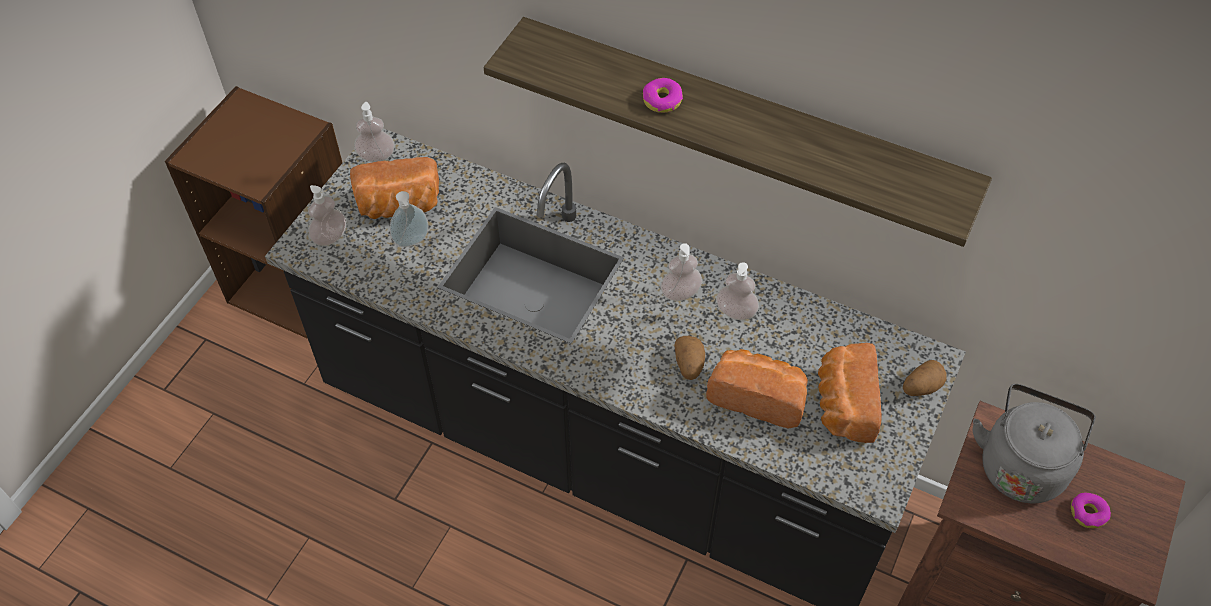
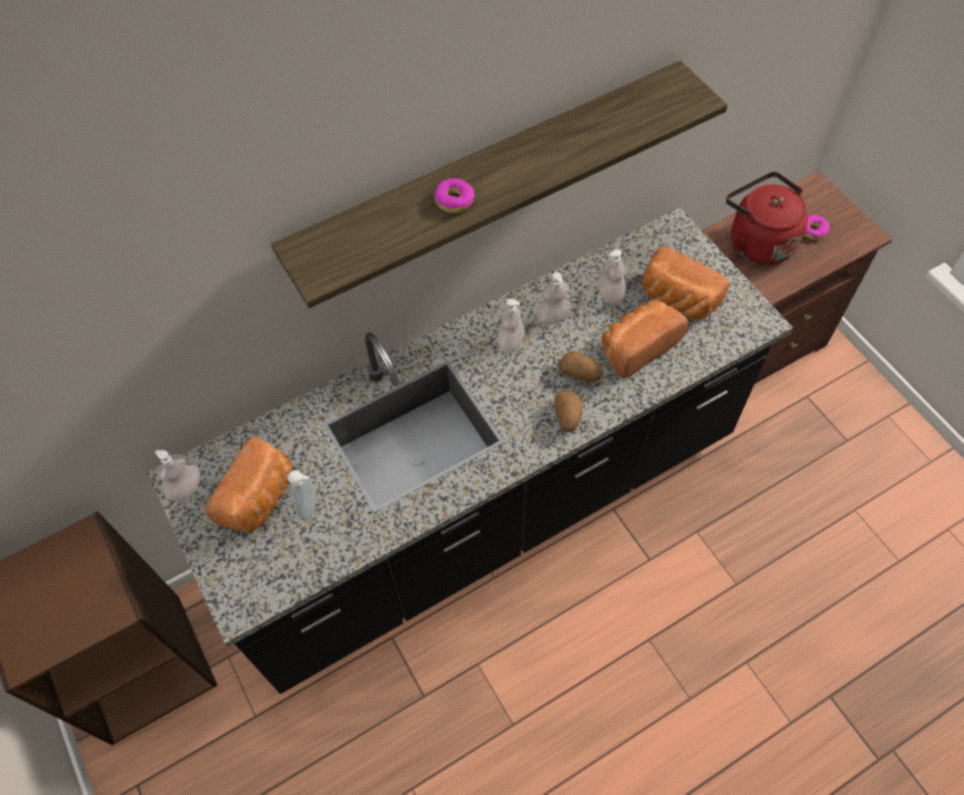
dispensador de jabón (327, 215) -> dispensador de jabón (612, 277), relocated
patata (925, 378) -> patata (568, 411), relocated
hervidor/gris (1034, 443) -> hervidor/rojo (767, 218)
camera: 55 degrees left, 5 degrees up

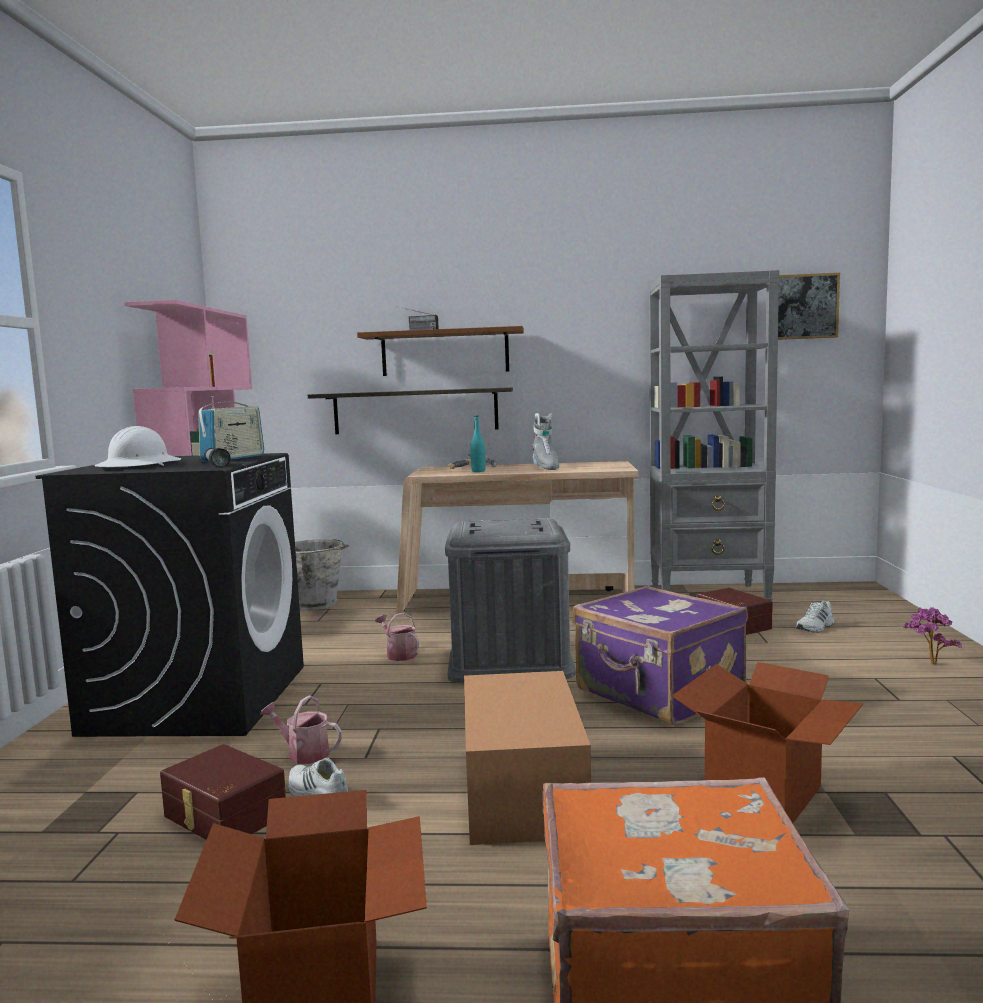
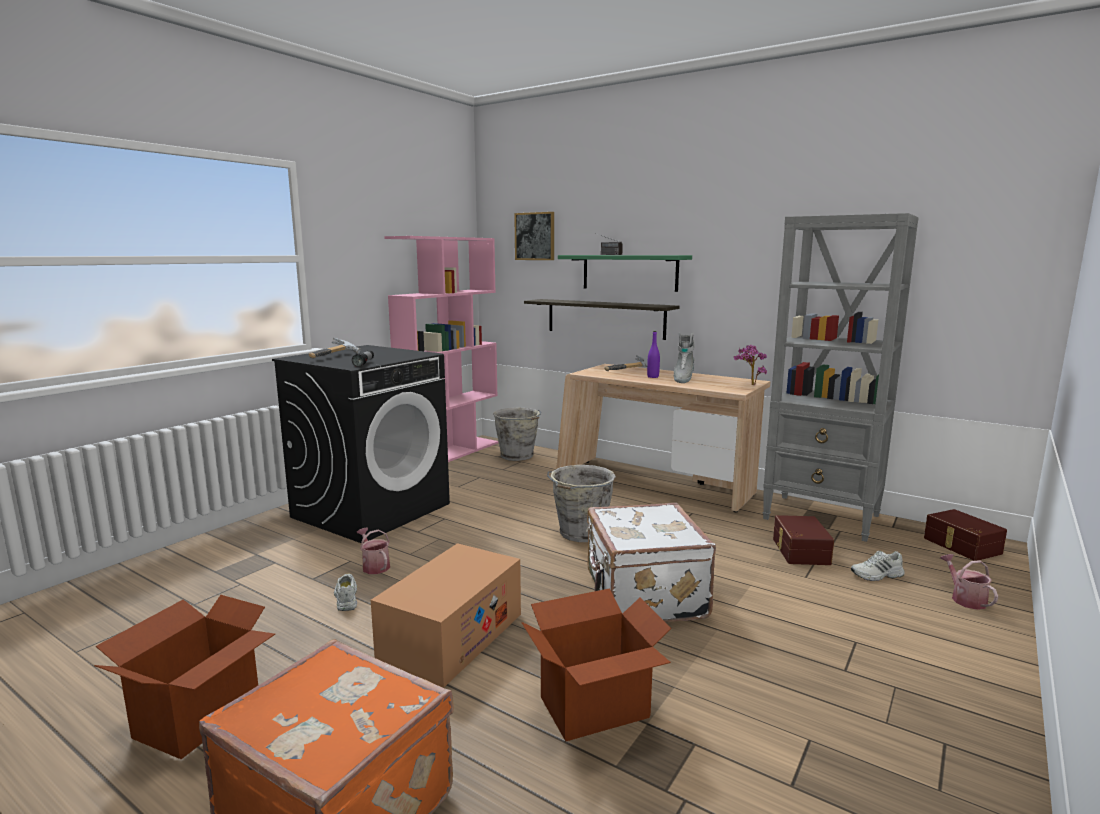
cuadro (809, 306) -> cuadro (534, 236), relocated
estante/marrón (440, 351) -> estante/verde (625, 273)
radio (231, 429) -> none
botella/turquesa (478, 444) -> none
casco/blanco (137, 446) -> martillo (335, 348)
caja de almacenaje/gris (510, 600) -> cubo/gris (581, 503)
maleta/morado (660, 655) -> maleta/blanco (651, 563)
planta en maceta (933, 635) -> planta en maceta (750, 365), relocated
regadera (397, 636) -> regadera (969, 582), relocated
caja de almacenaje/marrón (223, 792) -> caja de almacenaje/marrón (965, 535), relocated
none -> botella/morado (653, 354)
camera: 30 degrees right, 5 degrees up

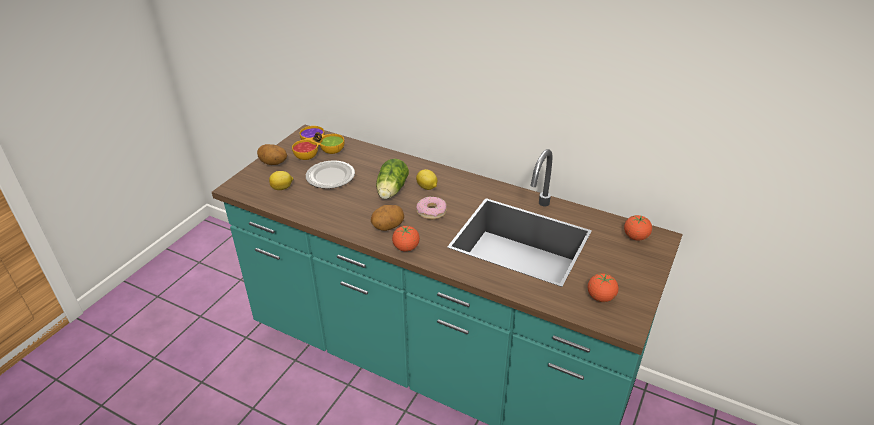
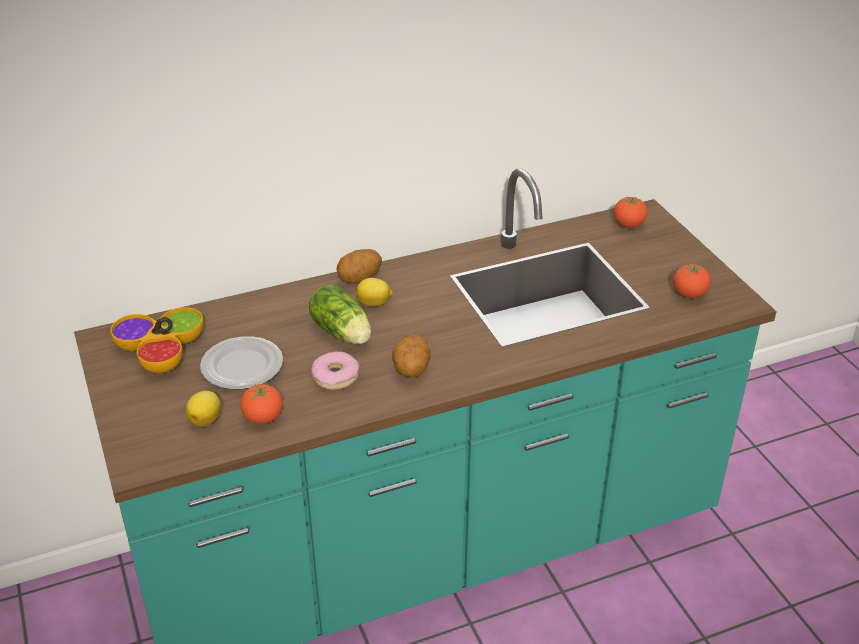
patata (272, 154) -> patata (359, 266), relocated
rosquilla (431, 208) -> rosquilla (335, 370), relocated
tomate (406, 239) -> tomate (261, 404), relocated
camera: 50 degrees left, 0 degrees up

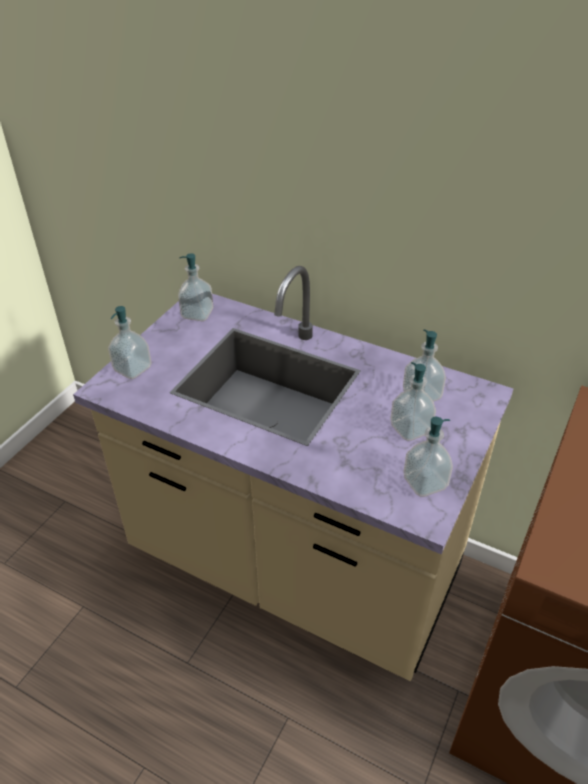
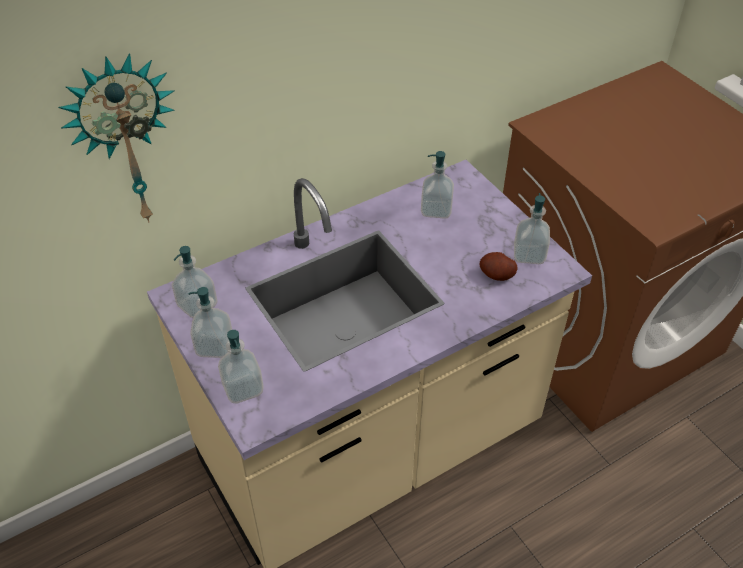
dispensador de jabón (413, 401) -> dispensador de jabón (210, 322), relocated
none -> reloj de pared (116, 138)
none -> patata (499, 266)
camera: 60 degrees left, 5 degrees up

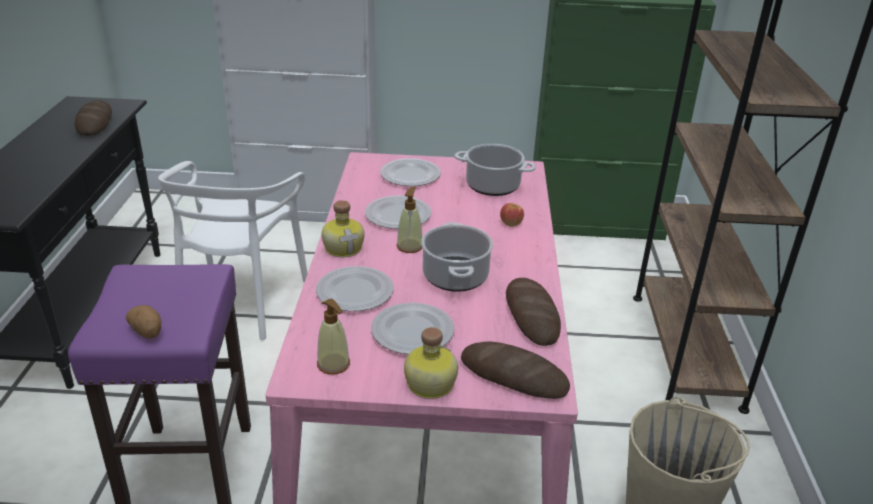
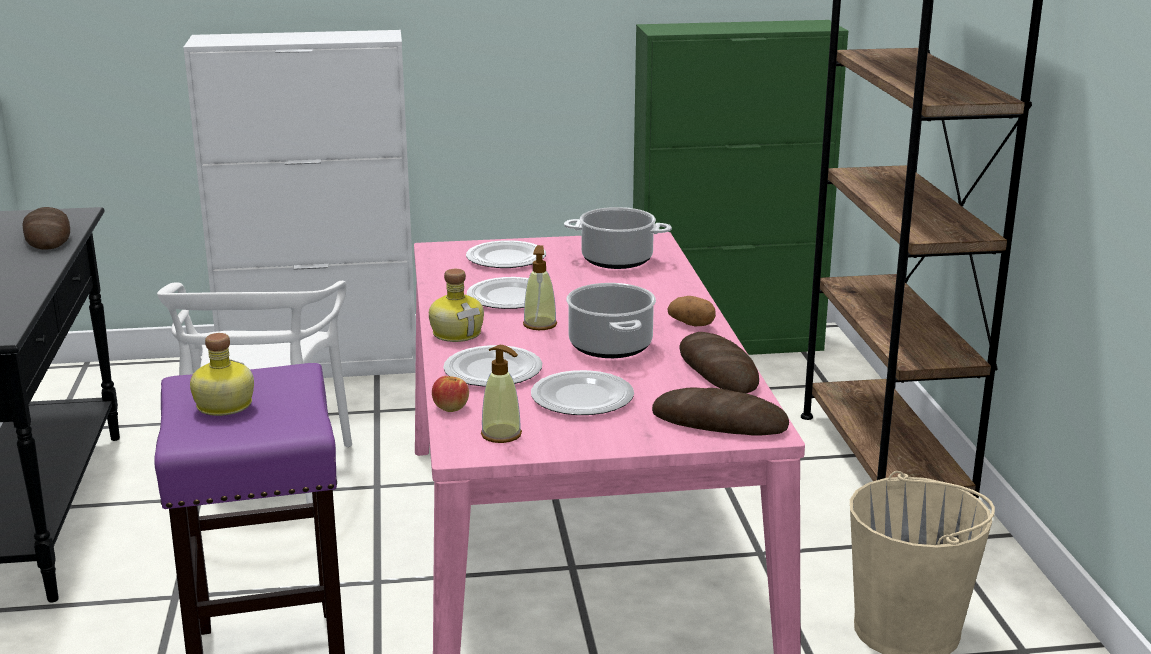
manzana (512, 215) -> manzana (450, 394), relocated
patata (143, 322) -> patata (692, 311), relocated
botella (431, 363) -> botella (222, 374), relocated
camera: 10 degrees left, 10 degrees down

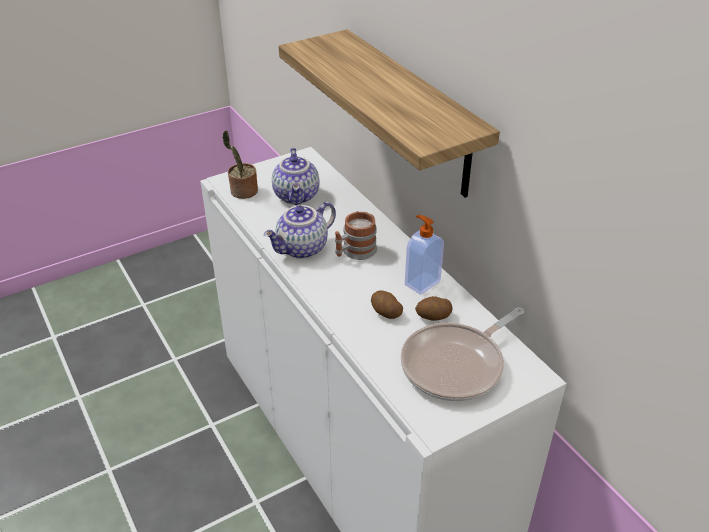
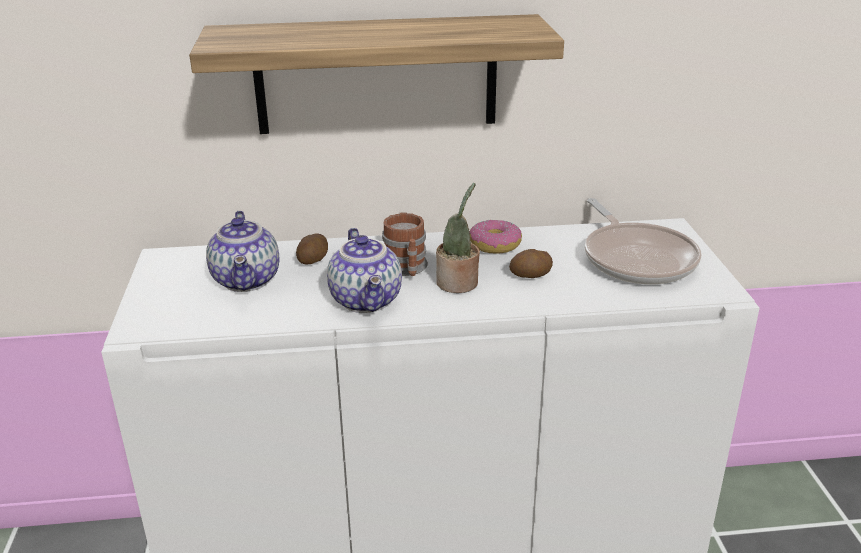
planta en maceta (240, 164) -> planta en maceta (458, 238), relocated
tetera (295, 176) -> tetera (242, 251), 60 degrees clockwise
dispensador de jabón (424, 255) -> rosquilla (496, 236)
patata (433, 308) -> patata (312, 249), relocated
camera: 65 degrees left, 10 degrees down

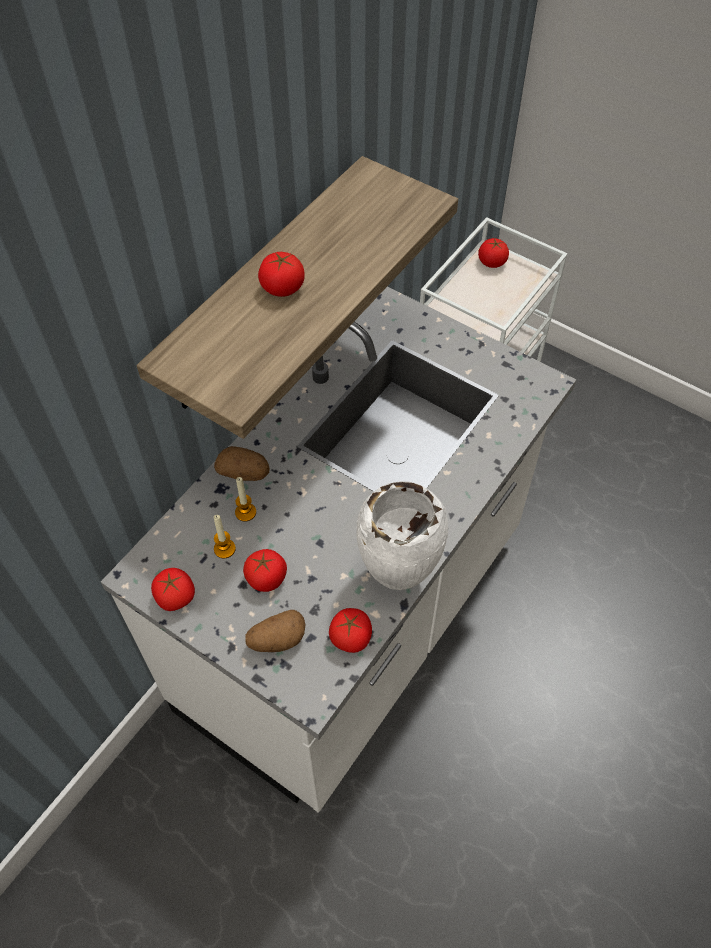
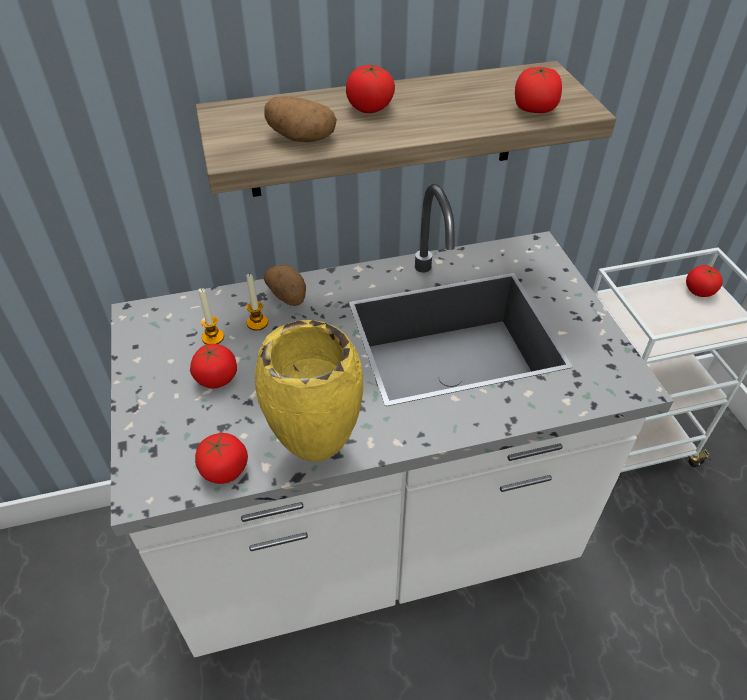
florero/blanco (402, 535) -> florero/amarillo (309, 391)
tomate (173, 589) -> tomate (538, 90), relocated
patata (275, 631) -> patata (300, 119), relocated
camera: 40 degrees right, 10 degrees down

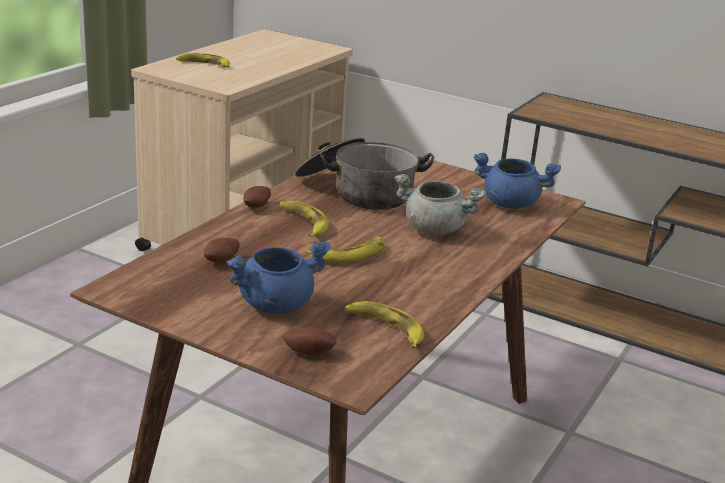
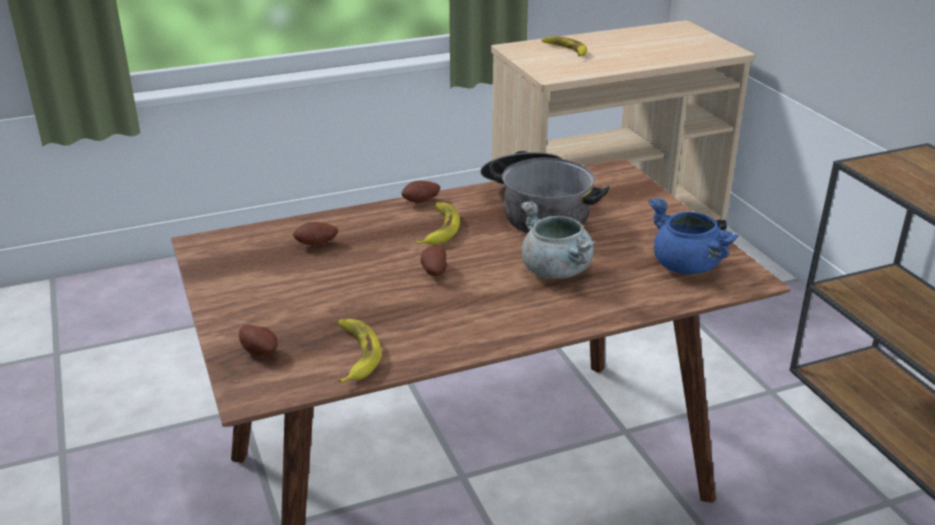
plátano (345, 249) -> patata (433, 261)
olla/azul (279, 277) -> none
camera: 40 degrees right, 5 degrees up

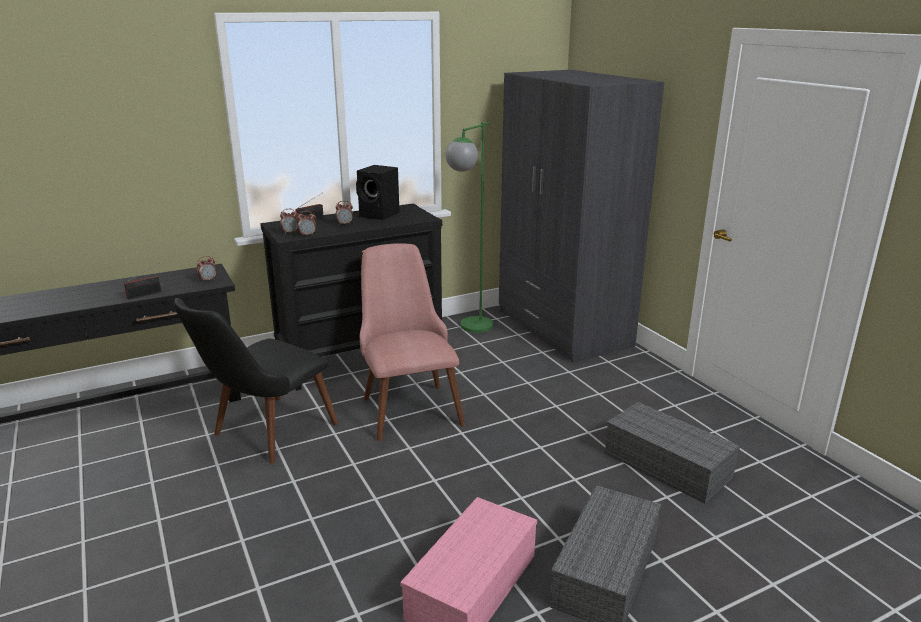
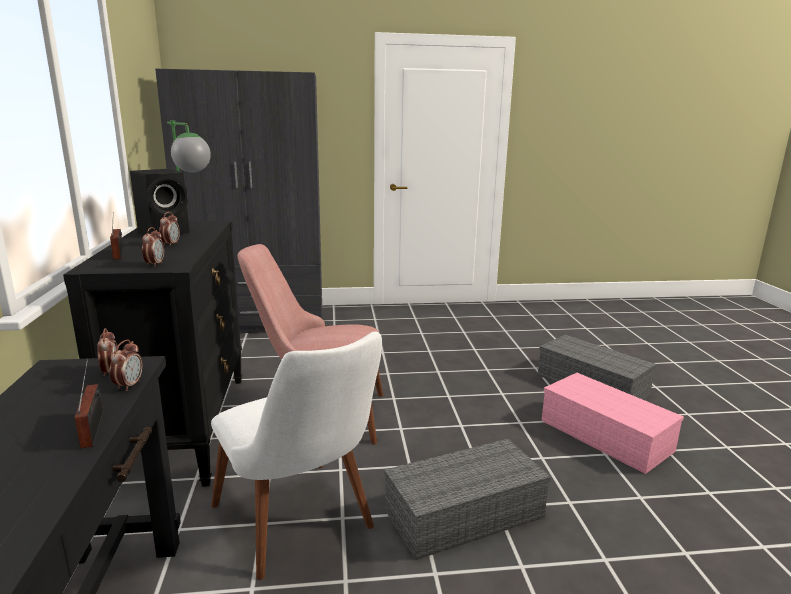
despertador (306, 223) -> despertador (125, 365), relocated
silla/negro (256, 381) -> silla/blanco (296, 456)
caja de almacenaje/gris (672, 453) -> caja de almacenaje/gris (467, 499), relocated
camera: 70 degrees left, 5 degrees down

